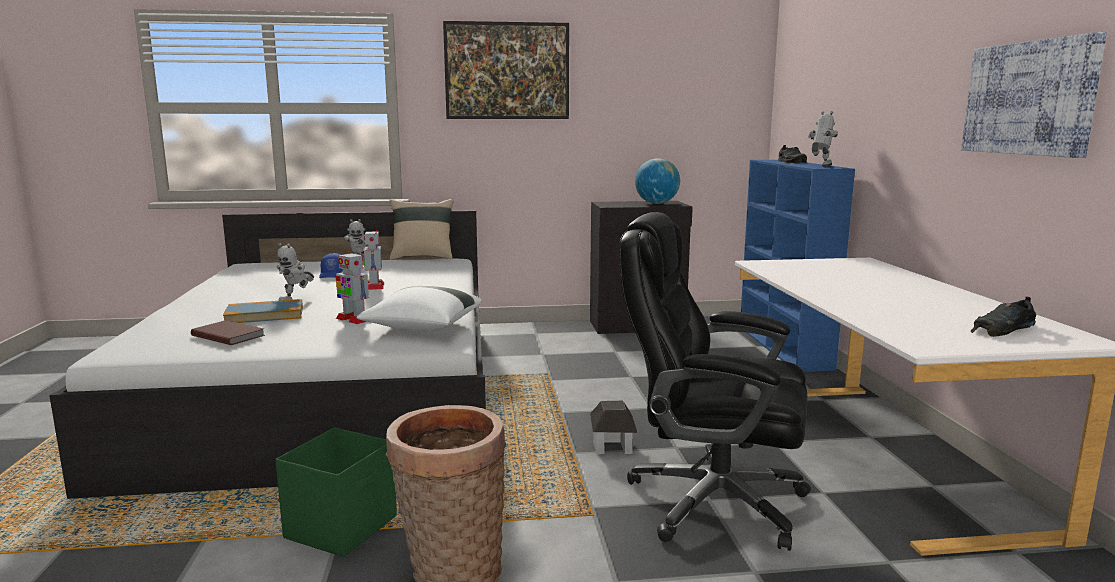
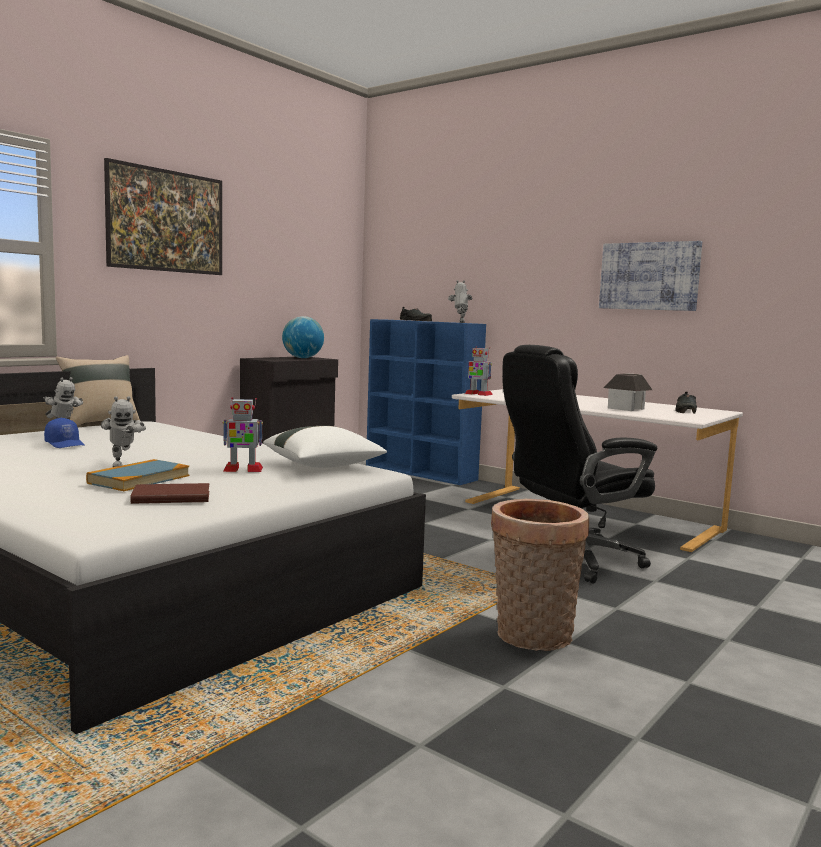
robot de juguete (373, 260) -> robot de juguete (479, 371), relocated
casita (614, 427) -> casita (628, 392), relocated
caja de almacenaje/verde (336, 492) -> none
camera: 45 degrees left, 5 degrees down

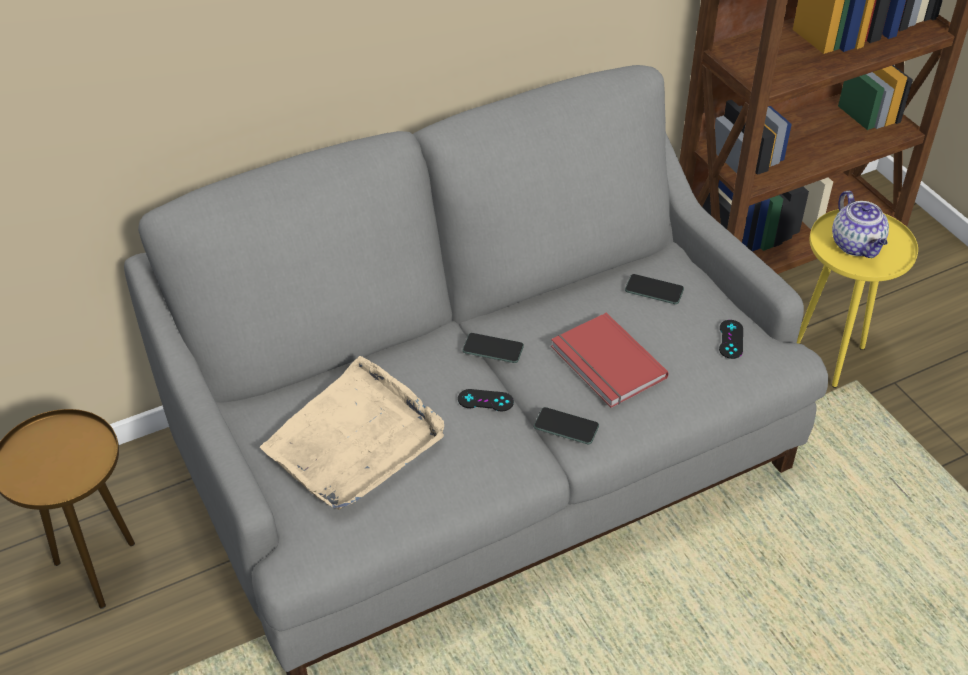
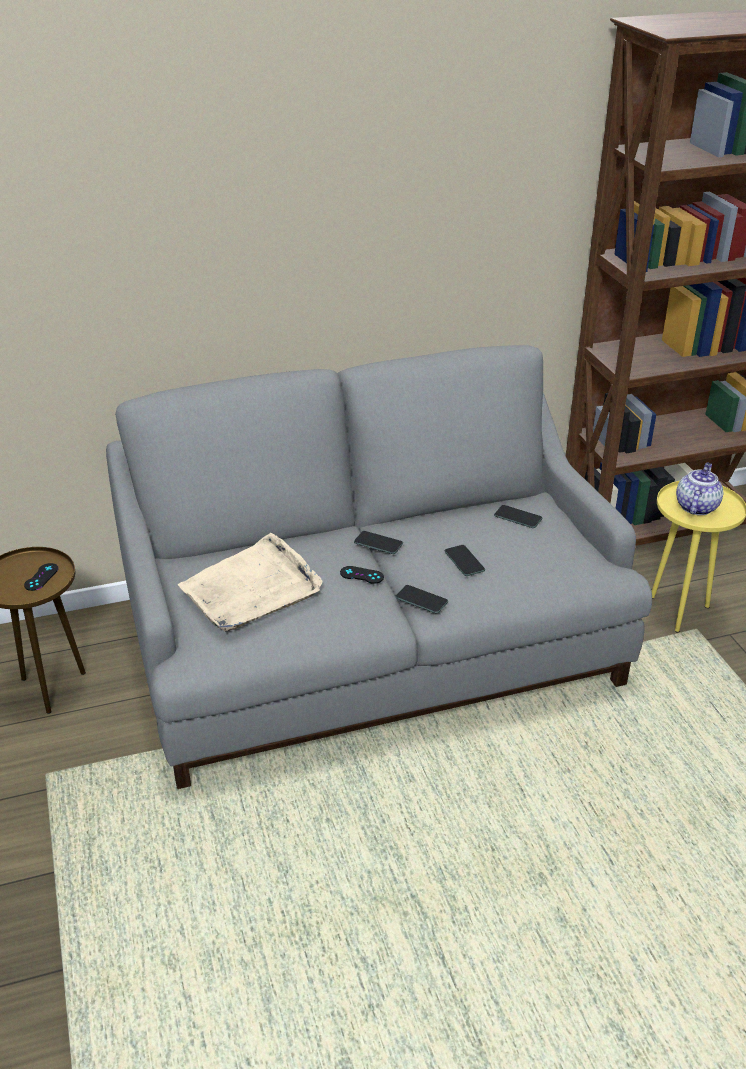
tetera (860, 224) -> tetera (699, 489), 150 degrees counterclockwise
libro/rojo (610, 360) -> móvil (465, 560)
mando de consola/negro (731, 339) -> mando de consola/negro (41, 577), relocated
camera: 10 degrees right, 10 degrees down

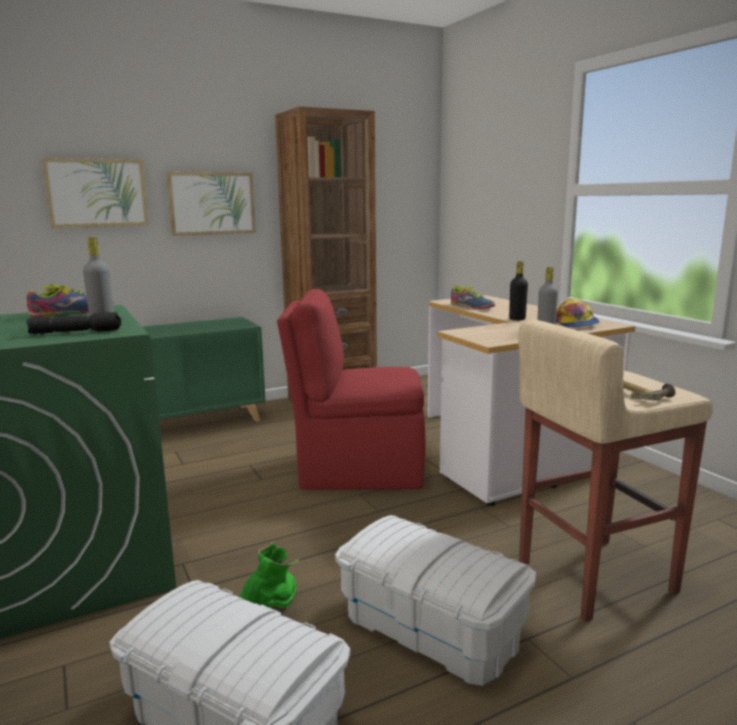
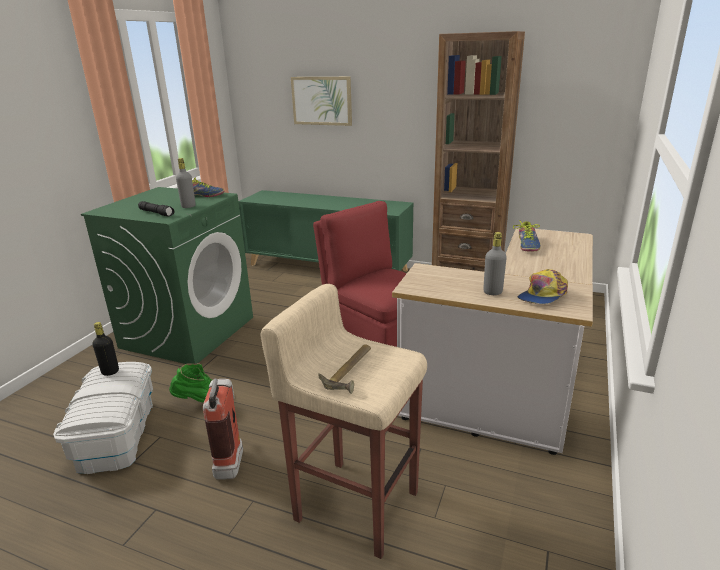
cuadro (211, 204) -> none
botella/negro (518, 291) -> botella/negro (106, 349), relocated
caja de almacenaje/blanco (435, 600) -> extintor (223, 429)
camera: 50 degrees right, 10 degrees up

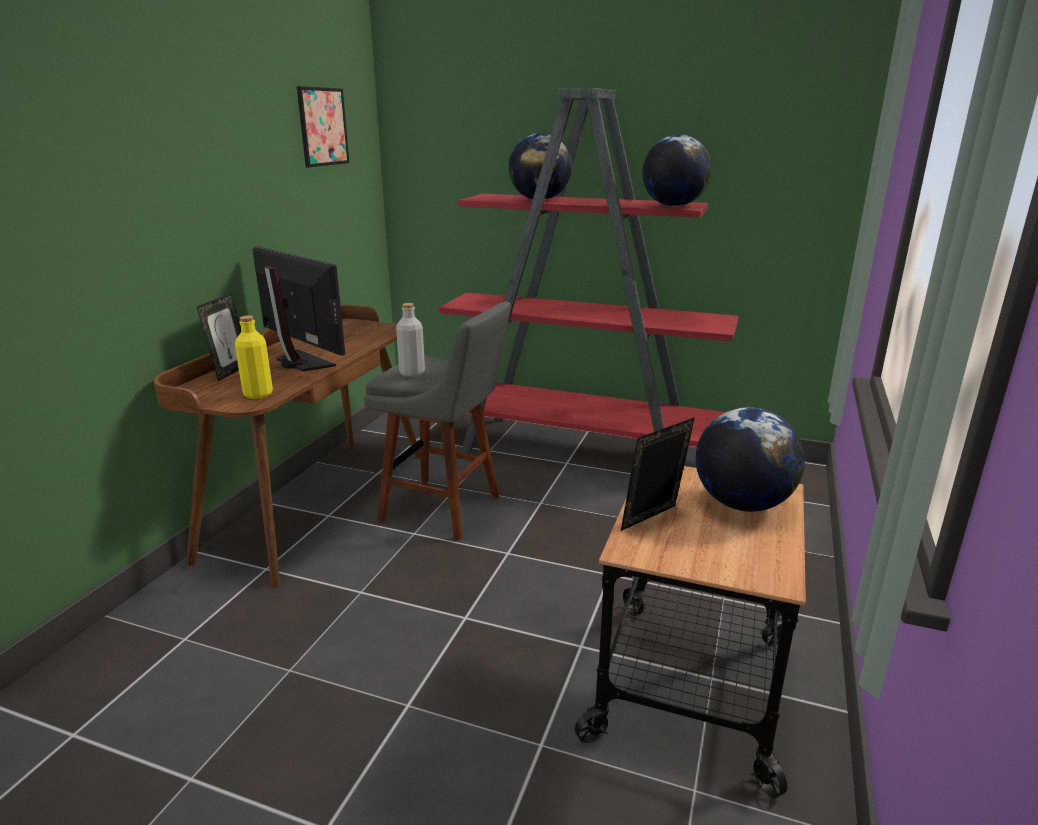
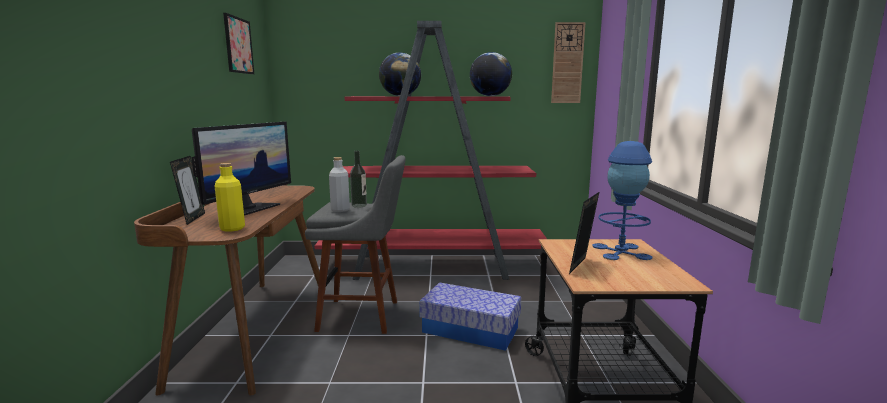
monitor (298, 309) -> monitor (241, 169), 90 degrees clockwise
globo terráqueo (750, 459) -> lámpara de mesa/azul (622, 200)
none -> reloj de pared (568, 62)
none -> botella (358, 179)
none -> caja de almacenaje (470, 316)
camera: 20 degrees left, 10 degrees down

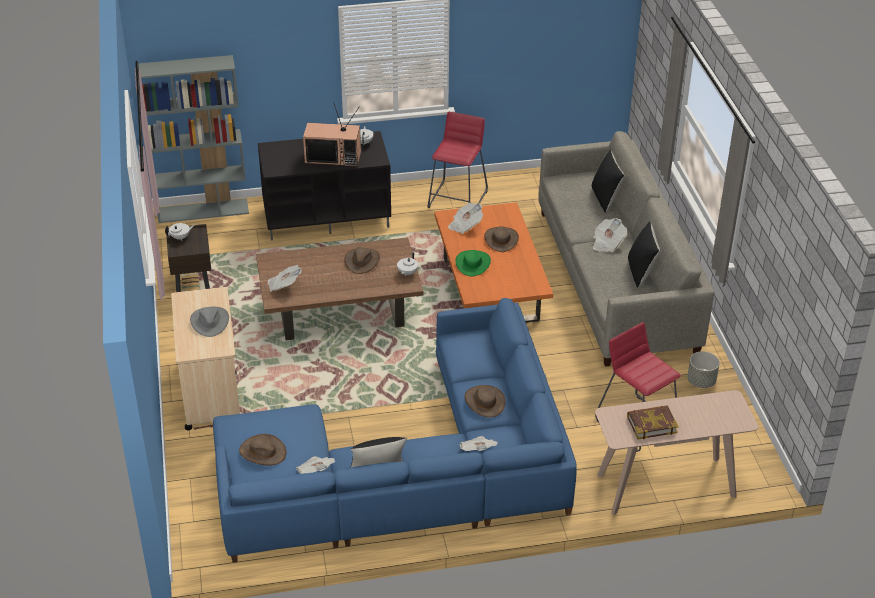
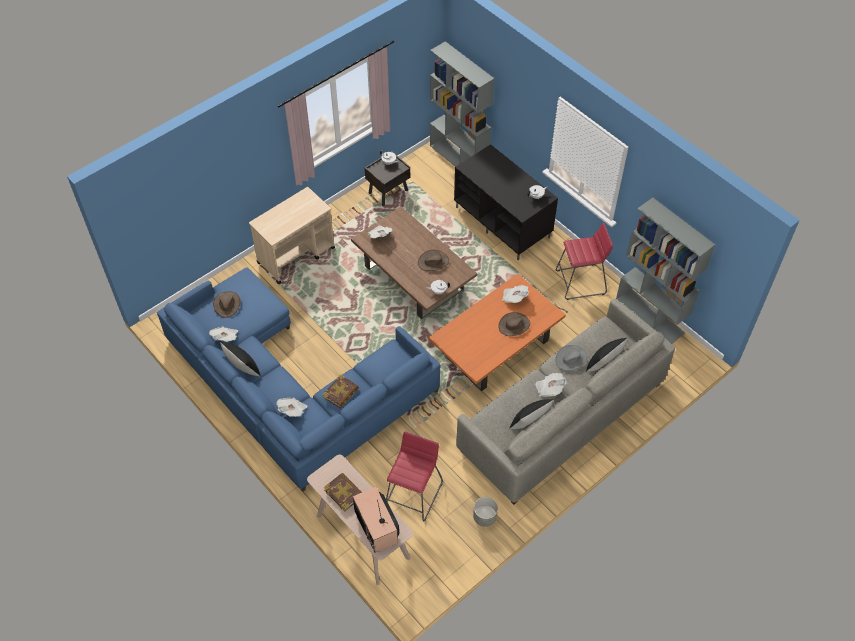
televisor (332, 134) -> televisor (376, 520), relocated
sombrero/verde (473, 263) -> none
sombrero/gris (209, 322) -> sombrero/gris (571, 358), relocated
sombrero/marrón (485, 401) -> libro (340, 391)
none -> estantería/gris (665, 270)
camera: 60 degrees right, 15 degrees up

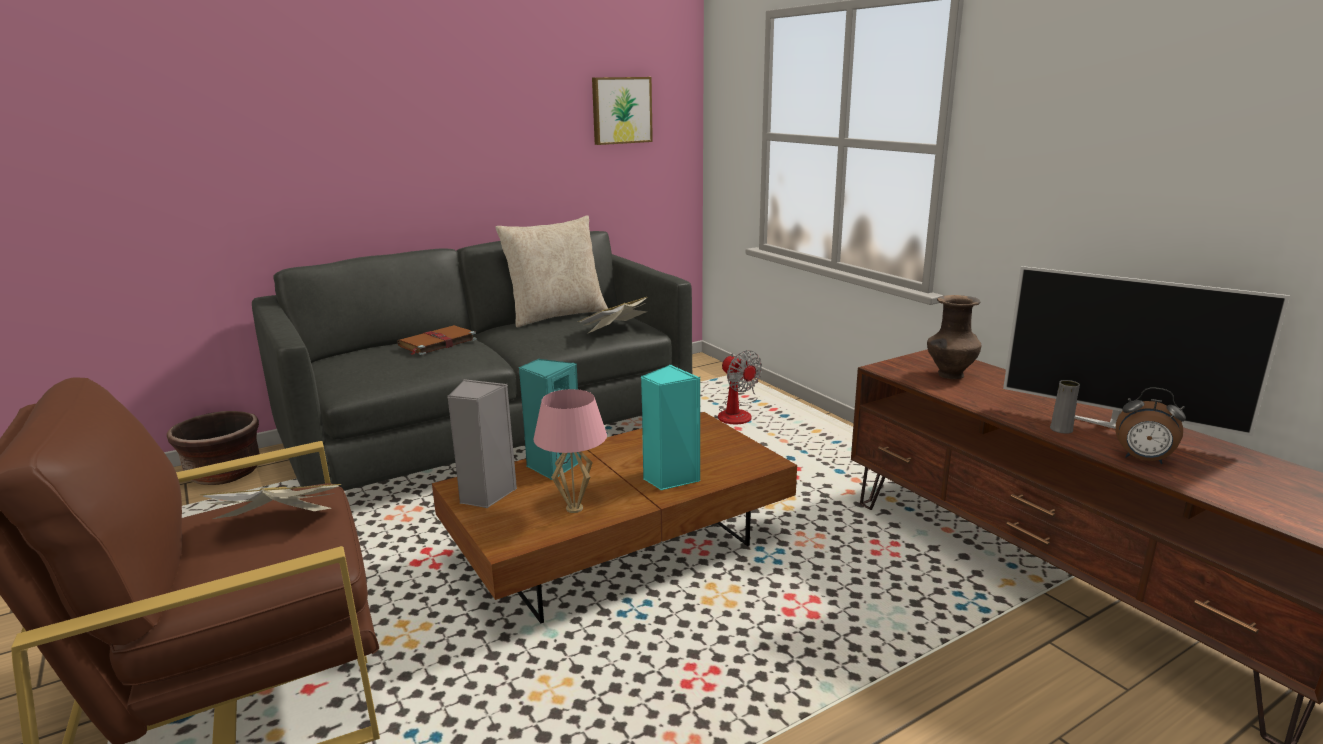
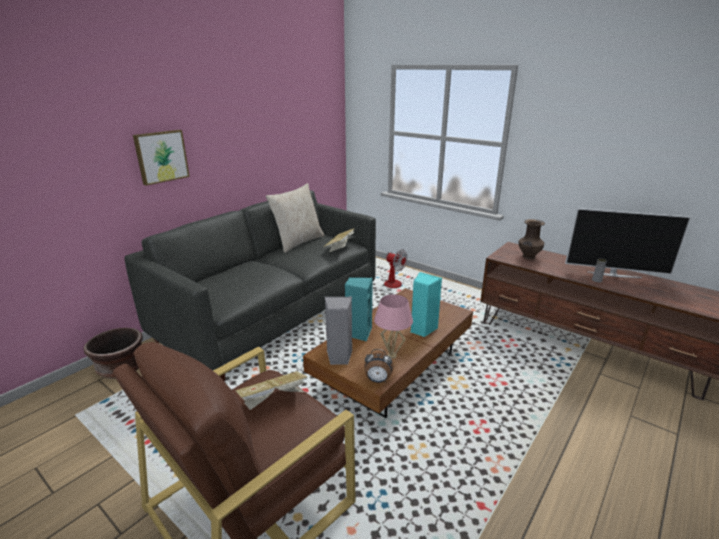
cuadro (622, 111) -> cuadro (161, 158), relocated
libro/marrón (437, 340) -> none
despertador (1151, 426) -> despertador (378, 366), relocated
camera: 20 degrees left, 5 degrees up

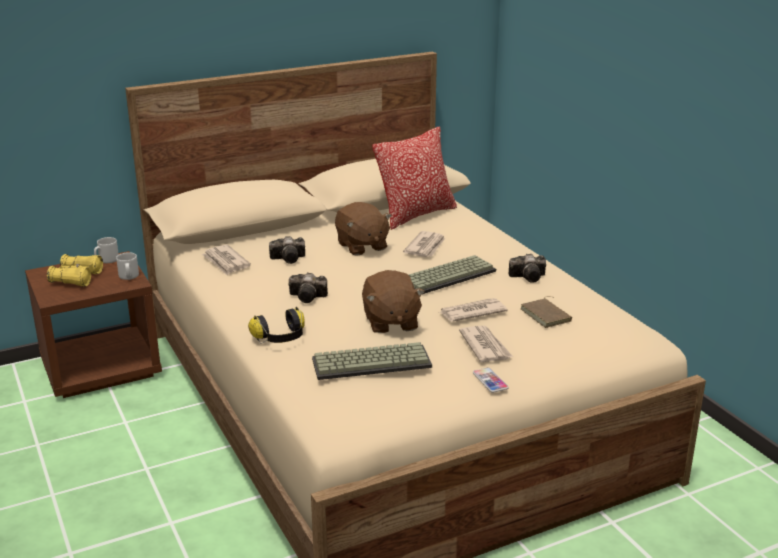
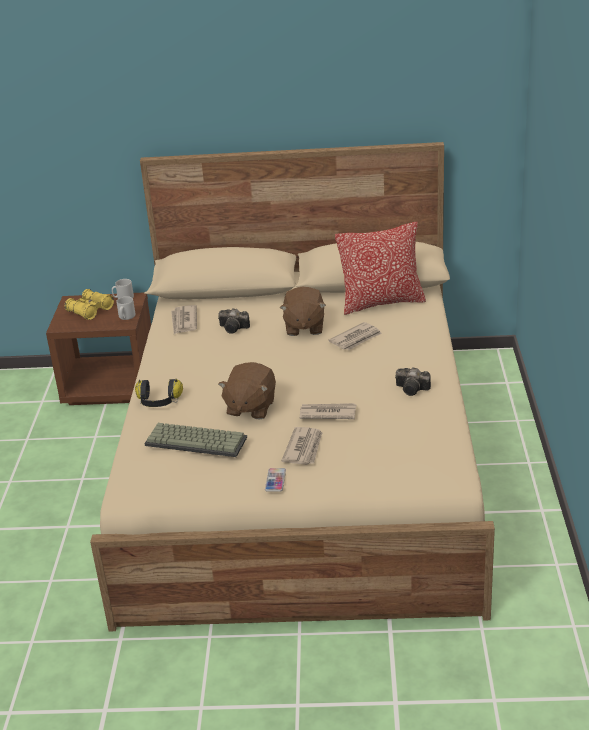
teclado (452, 274) -> none
cámara (308, 287) -> none
libro/marrón (546, 312) -> none
camera: 30 degrees right, 5 degrees up

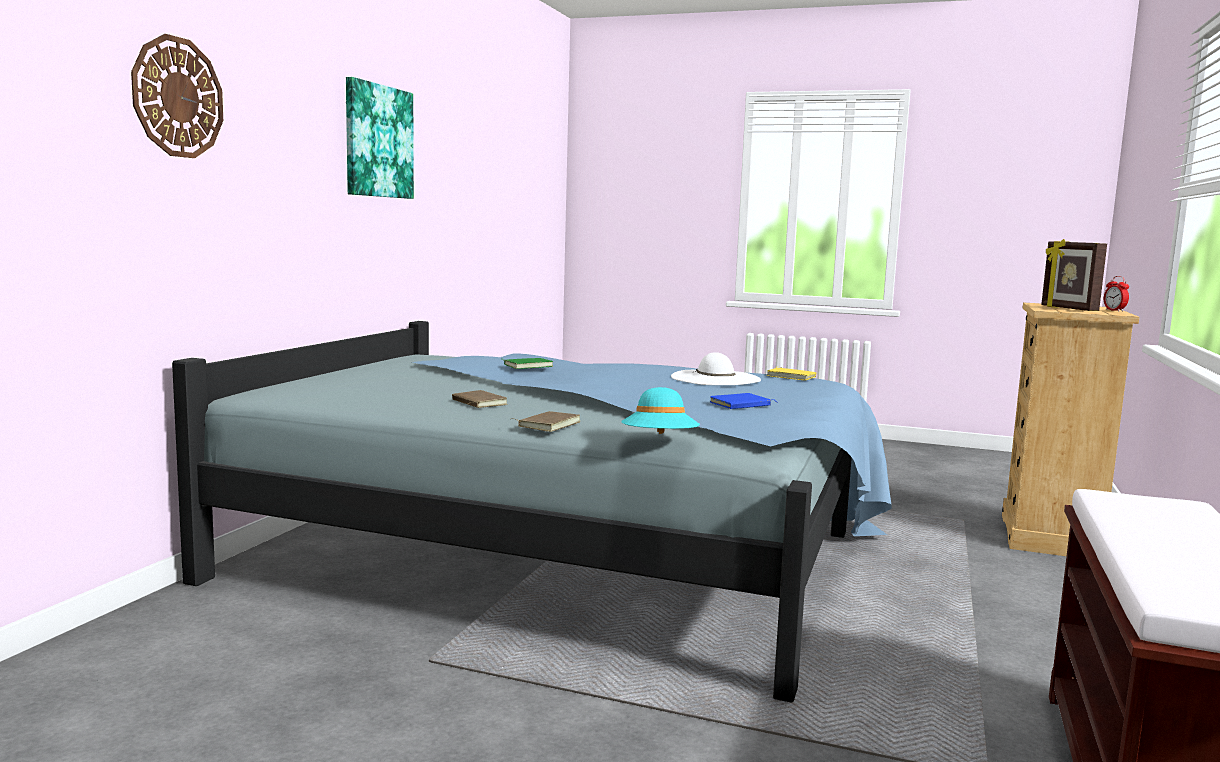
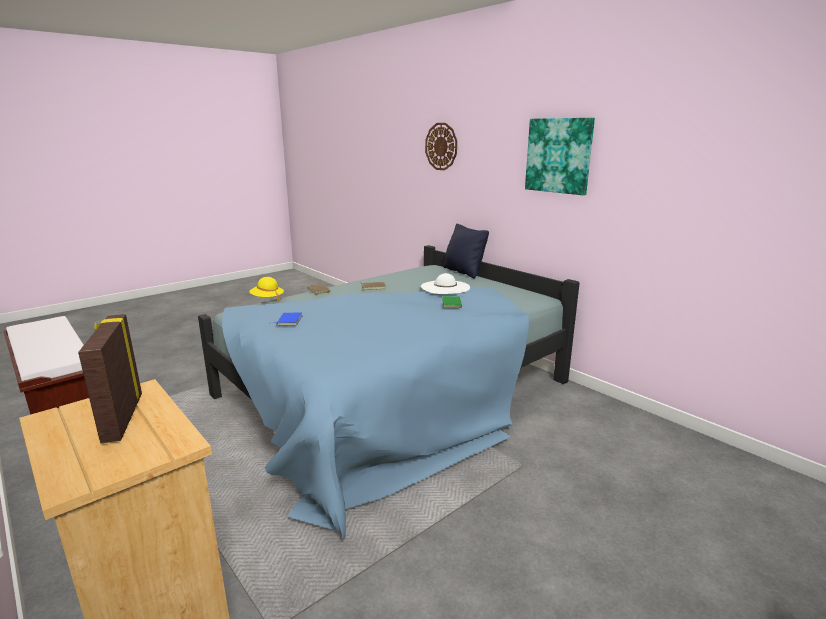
portarretratos (1074, 275) -> portarretratos (110, 379), 120 degrees counterclockwise
despertador (1116, 294) -> none
sombrero/blanco (716, 368) -> sombrero/blanco (445, 283), relocated
libro/amarillo (791, 374) -> none
sombrero/turquesa (660, 410) -> sombrero/amarillo (266, 289)
none -> cojín/negro (466, 251)
camera: 120 degrees right, 10 degrees up

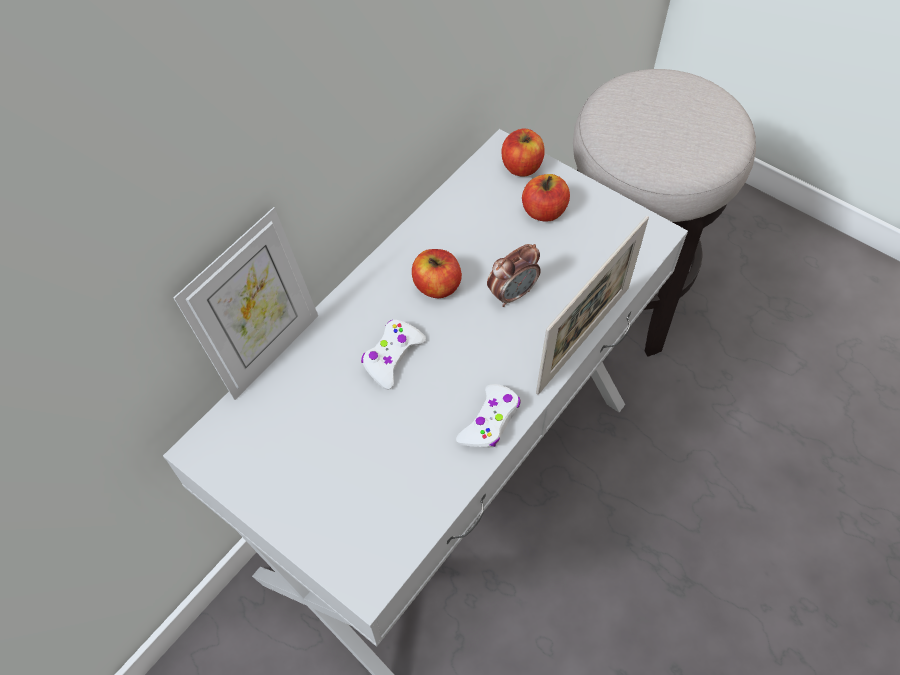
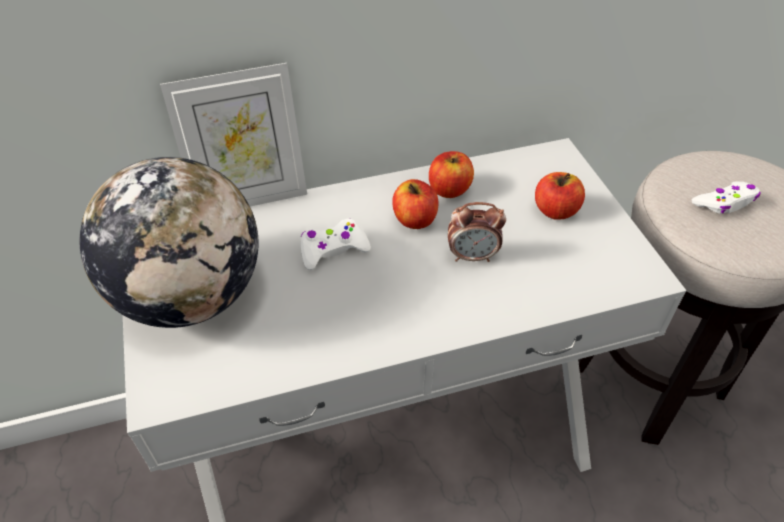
manzana (522, 152) -> manzana (451, 174), relocated
portarretratos (592, 305) -> none
mando de consola/blanco (488, 416) -> mando de consola/blanco (726, 197), relocated
none -> globo terráqueo (169, 242)
camera: 35 degrees right, 10 degrees down

